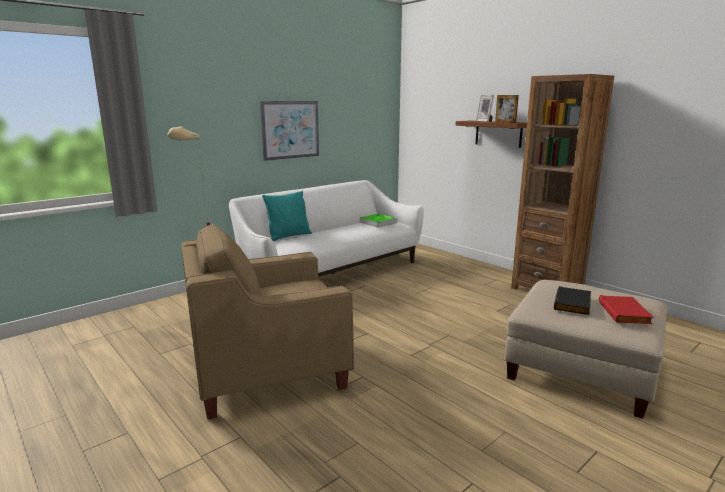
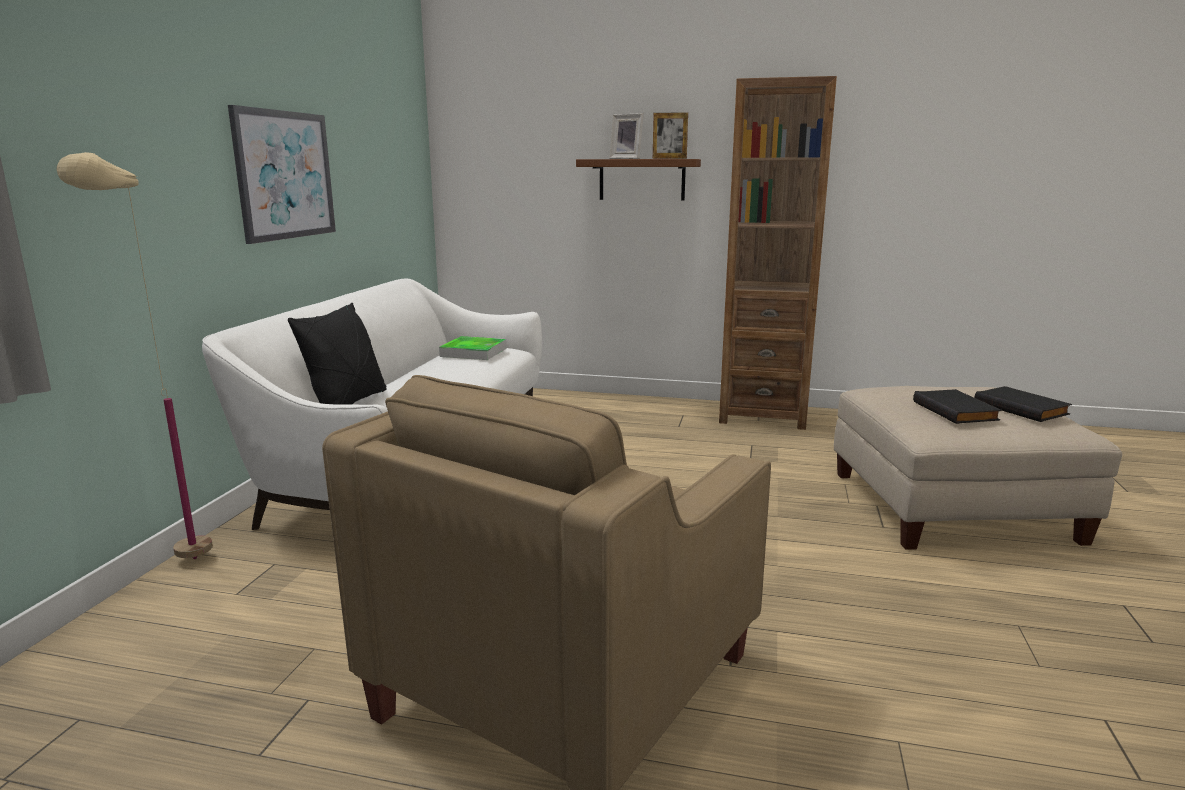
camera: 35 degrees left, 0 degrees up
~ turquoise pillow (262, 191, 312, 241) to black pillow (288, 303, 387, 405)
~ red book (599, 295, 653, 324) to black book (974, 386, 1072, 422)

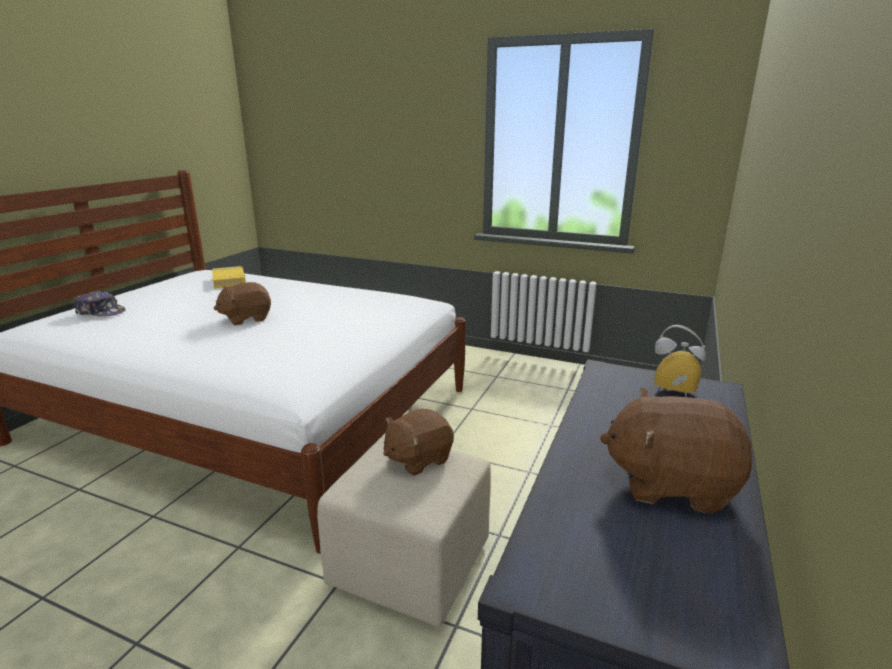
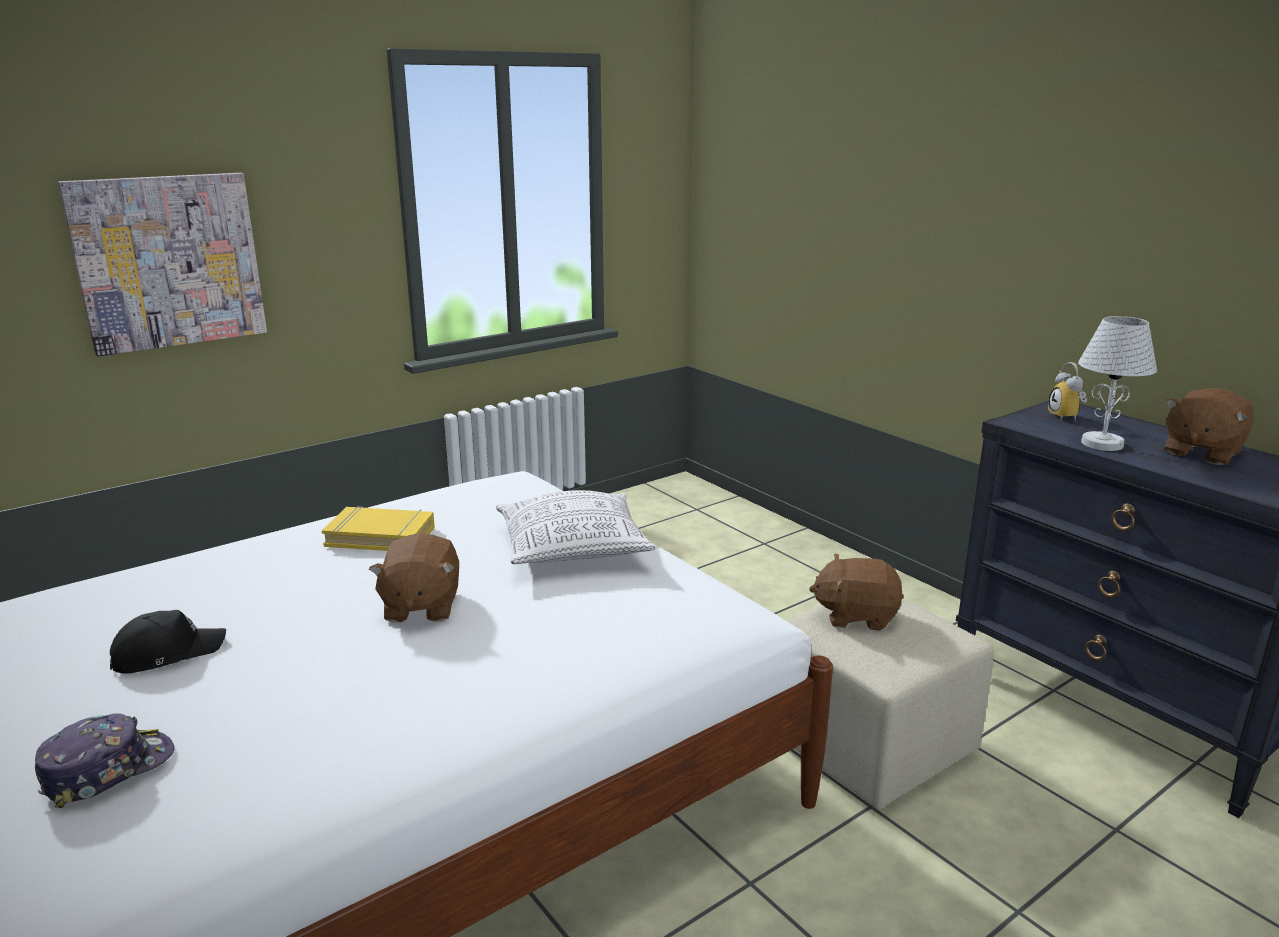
camera: 60 degrees left, 0 degrees up
+ picture (58, 173, 267, 356)
+ black cap (110, 610, 226, 674)
+ pillow (496, 490, 655, 564)
+ white table lamp (1078, 316, 1157, 451)
~ yellow book (212, 266, 246, 289) to (322, 506, 435, 551)
~ brown plush toy (383, 408, 454, 476) = (809, 553, 904, 631) 105 degrees clockwise
~ alarm clock (654, 325, 706, 397) = (1048, 362, 1087, 422) 60 degrees counterclockwise

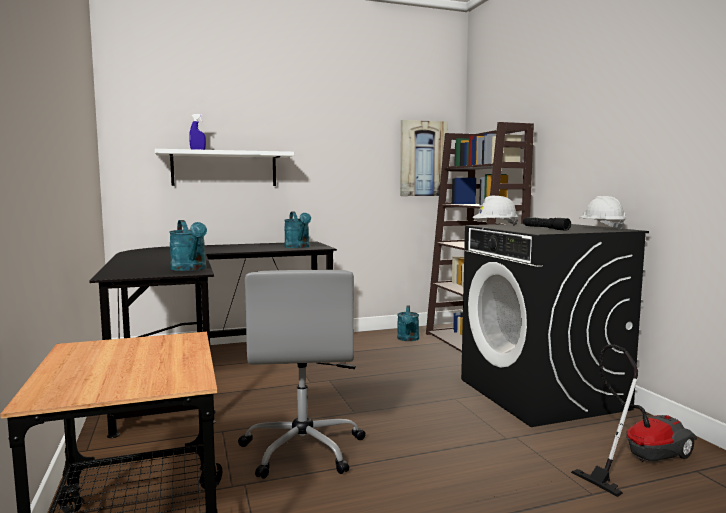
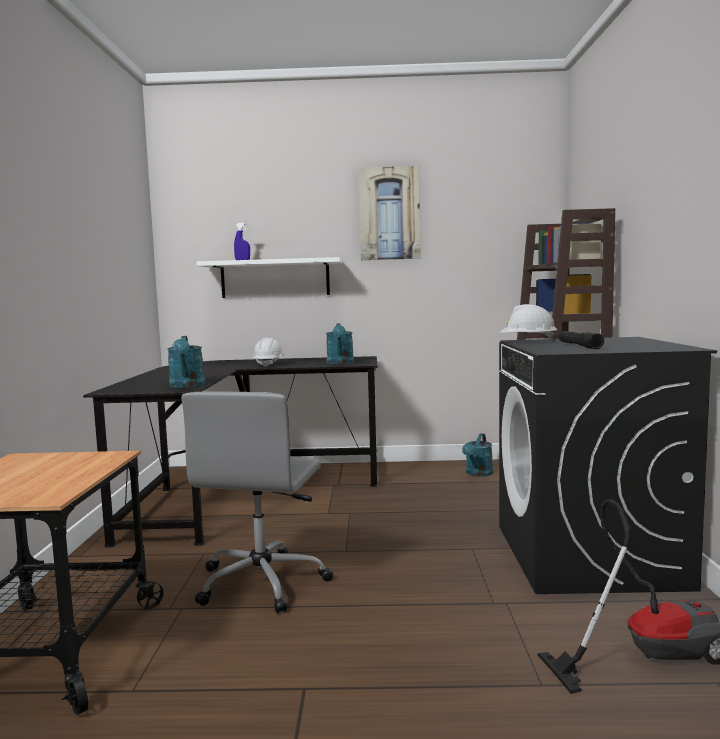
camera: 20 degrees right, 0 degrees up
~ picture (400, 120, 448, 196) to (358, 166, 421, 260)
~ white hard hat (579, 196, 626, 230) to (252, 337, 284, 367)

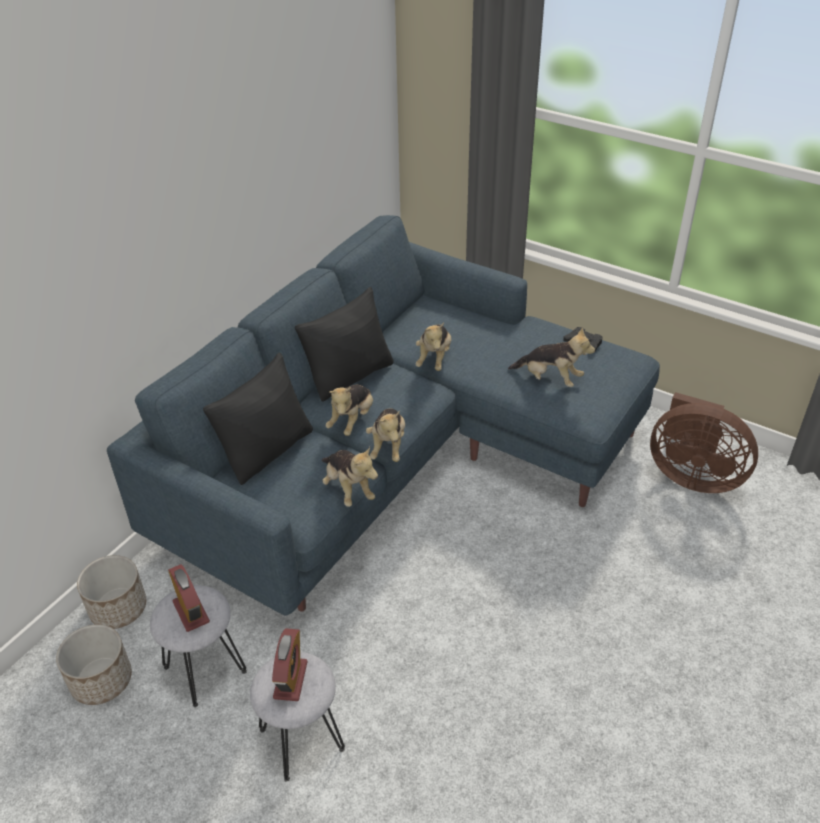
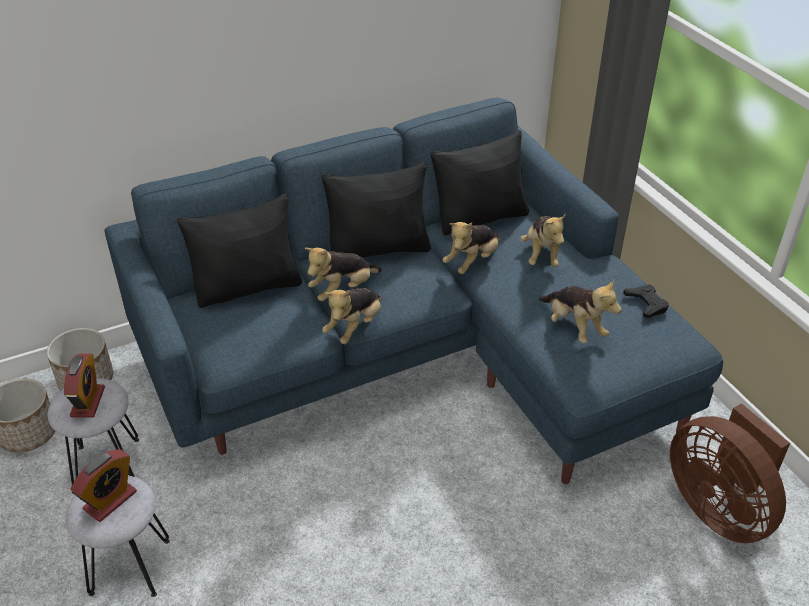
camera: 30 degrees right, 0 degrees up
+ black pillow (430, 130, 529, 236)
~ plush toy (321, 447, 378, 507) to (520, 213, 566, 267)

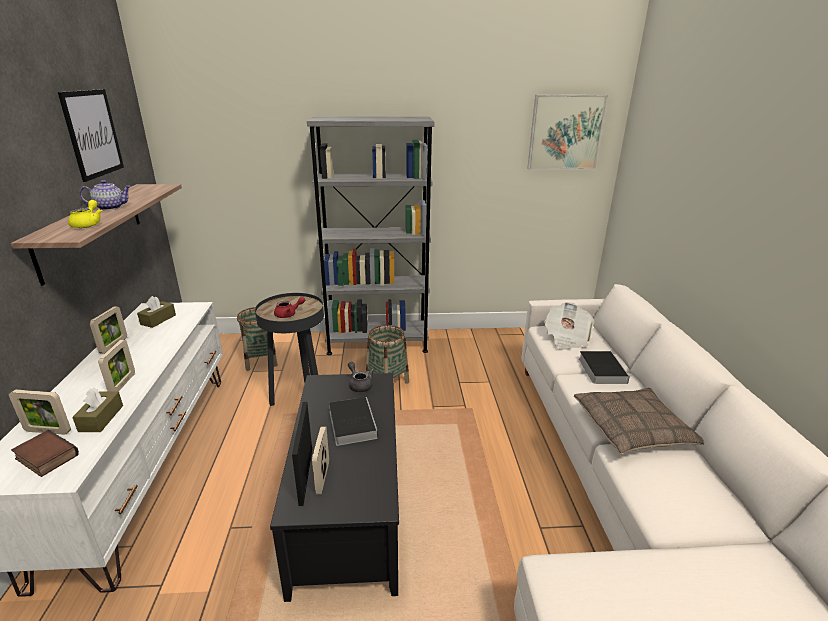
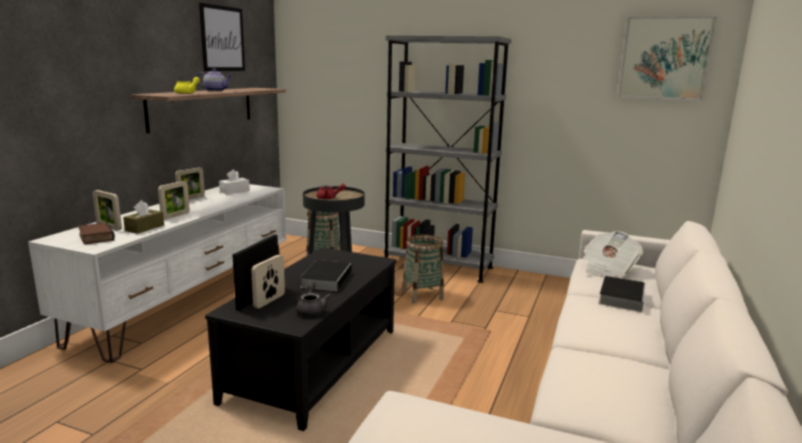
camera: 25 degrees right, 10 degrees down
- pillow (574, 388, 704, 454)
~ grey teapot (348, 362, 374, 392) to (296, 282, 331, 316)
~ brown tissue box (137, 296, 176, 328) to white tissue box (219, 169, 250, 194)

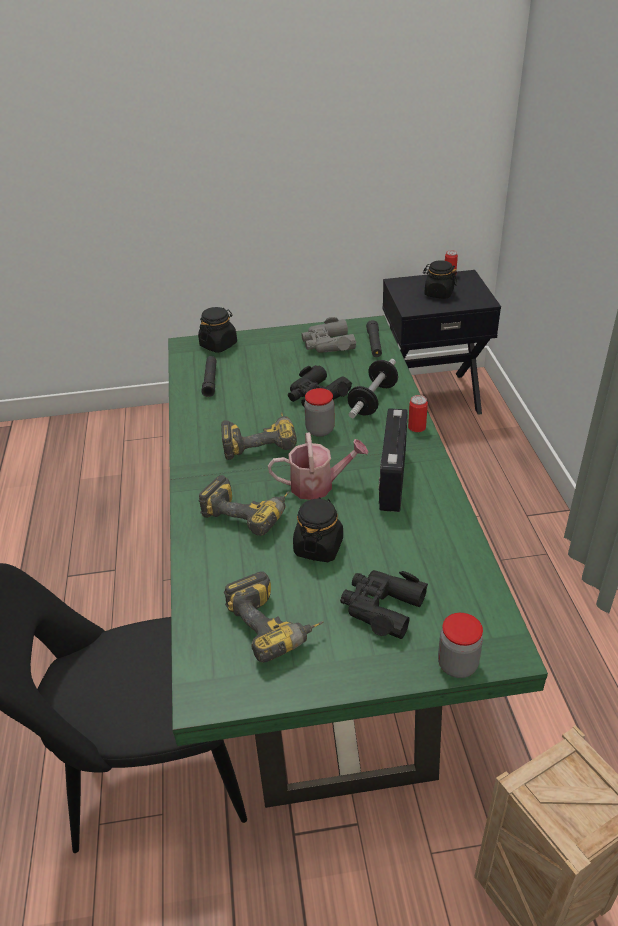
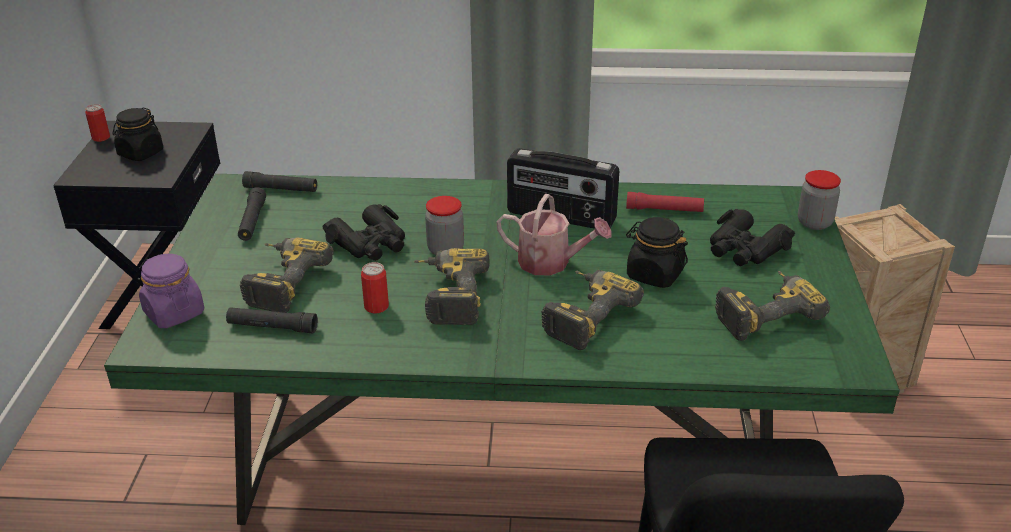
camera: 80 degrees left, 5 degrees down
- dumbbell (348, 359, 398, 418)
+ power drill (240, 237, 334, 313)
+ red flashlight (626, 192, 704, 212)
~ can (408, 395, 428, 432) to (361, 262, 389, 313)
~ grey binoculars (301, 317, 356, 353) to black flashlight (238, 187, 266, 241)
~ black jar (198, 307, 237, 353) to purple jar (139, 254, 204, 328)
~ watering can (268, 432, 369, 500) = (496, 194, 612, 276) 105 degrees clockwise

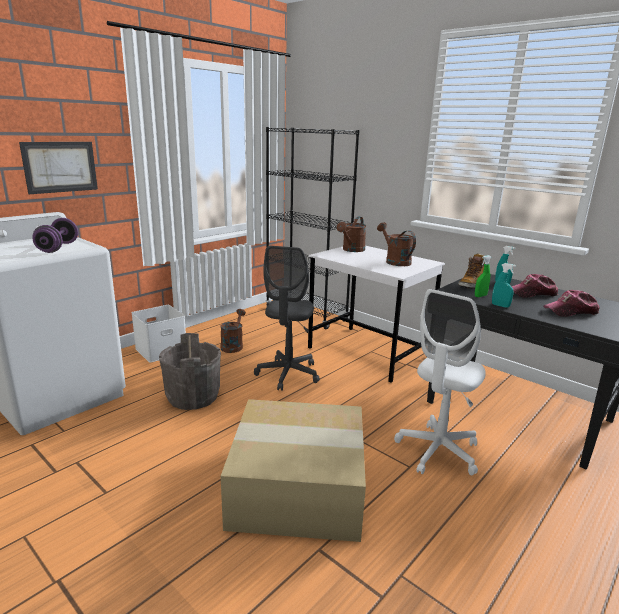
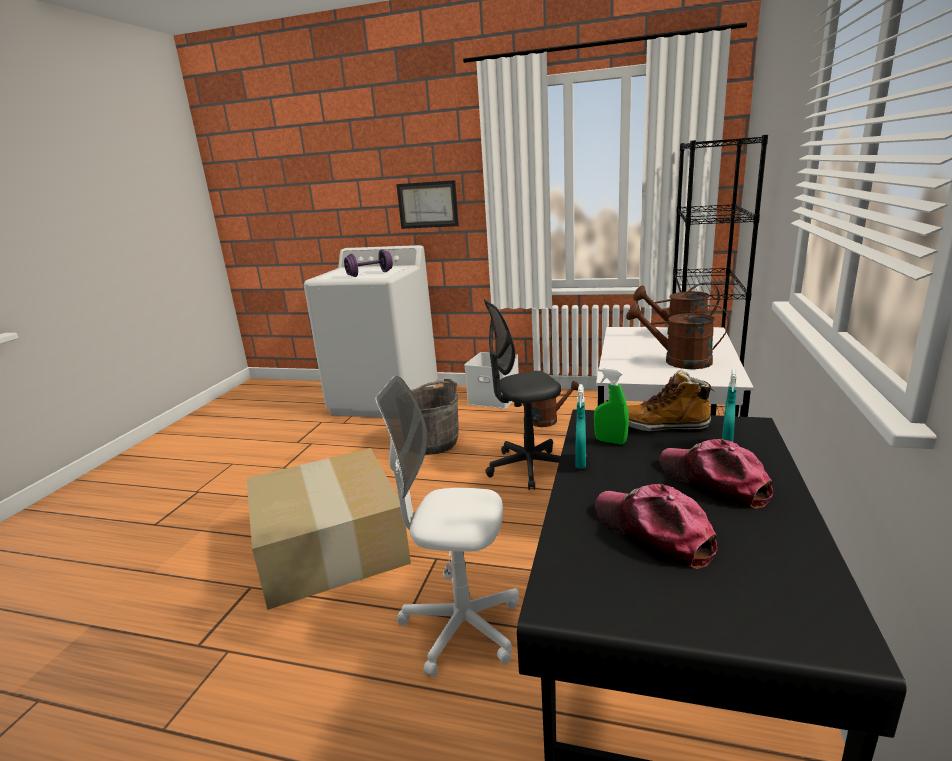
camera: 65 degrees right, 0 degrees up
~ brown watering can (377, 222, 416, 266) = (626, 303, 729, 369) 105 degrees counterclockwise

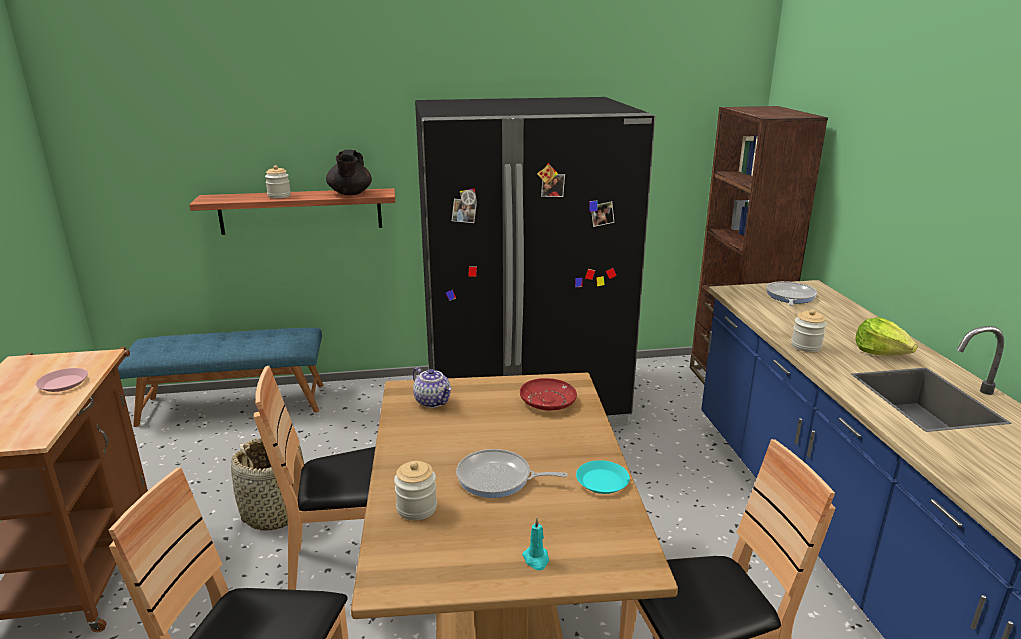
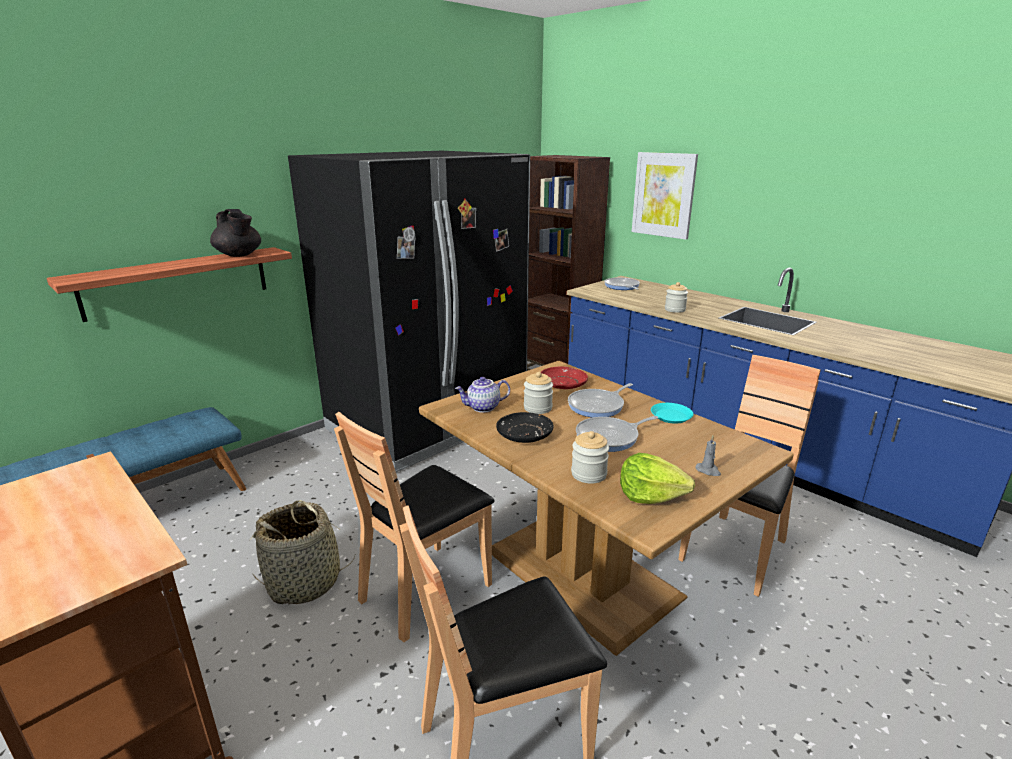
camera: 35 degrees left, 0 degrees up
- pink plate (36, 368, 88, 392)
+ black plate (496, 412, 554, 443)
+ frying pan (568, 383, 633, 418)
+ picture (632, 152, 698, 240)
~ jar (265, 165, 291, 198) to (524, 372, 553, 414)
~ lettuce (856, 317, 918, 356) to (620, 453, 695, 504)
~ turquoise candle (522, 518, 549, 571) to grey candle (695, 435, 721, 476)
~ teapot (413, 367, 451, 408) = (455, 377, 510, 413) 150 degrees clockwise

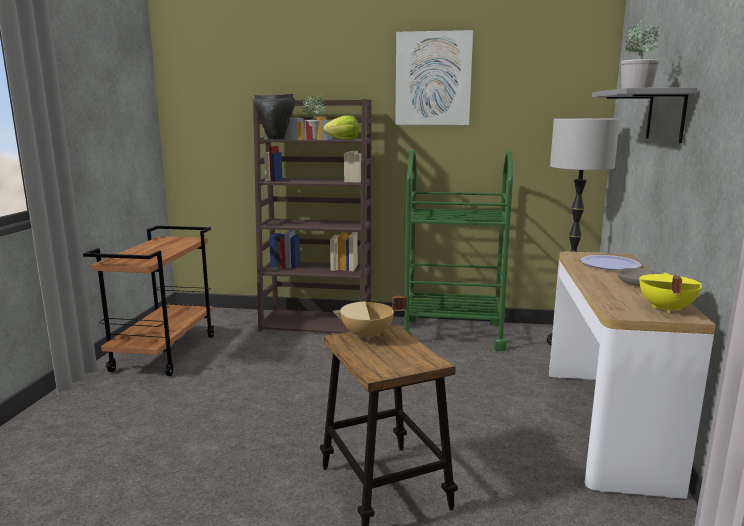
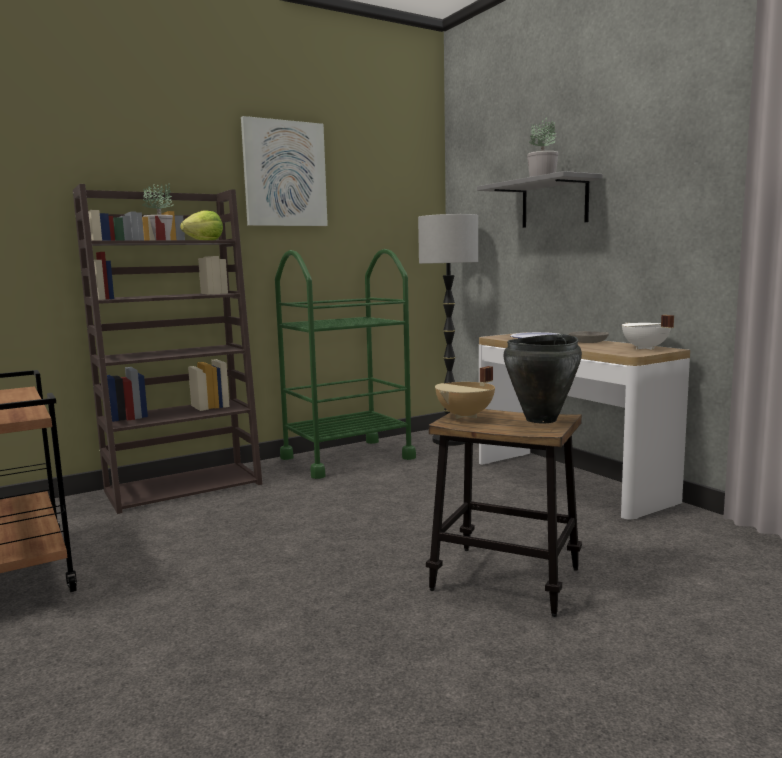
camera: 40 degrees left, 5 degrees down
~ black cooking pot (253, 94, 295, 140) to (503, 334, 582, 423)
~ yellow cooking pot (639, 273, 702, 313) to white cooking pot (622, 315, 674, 350)

